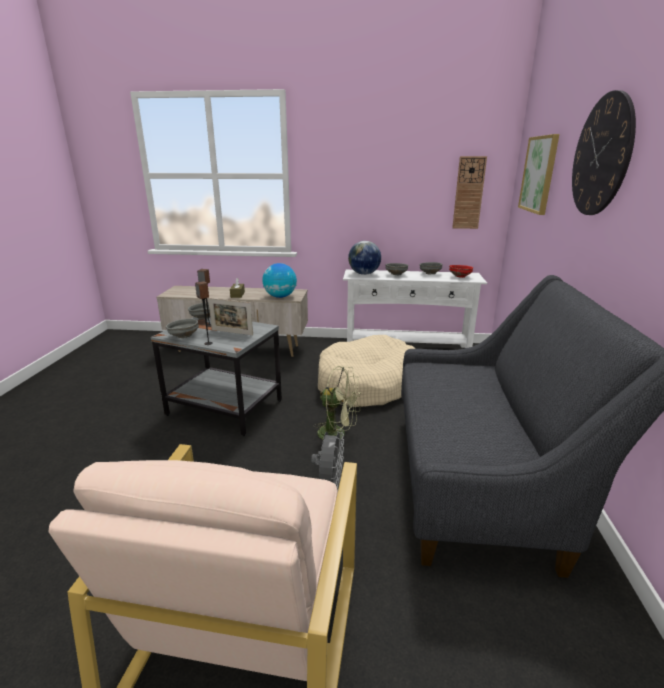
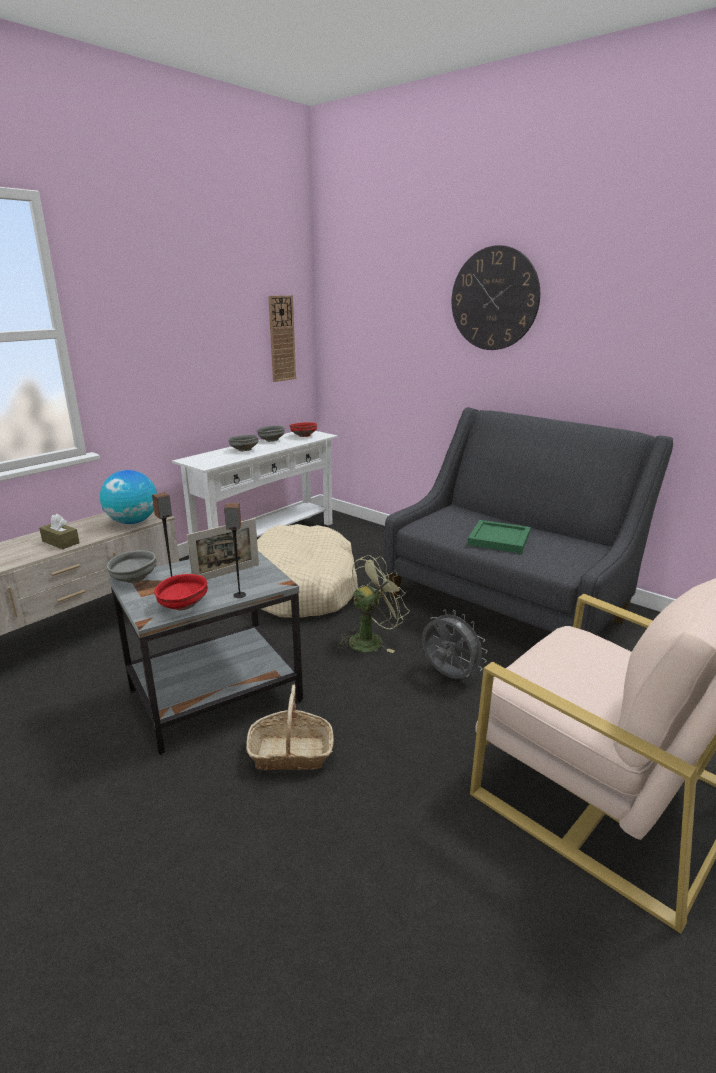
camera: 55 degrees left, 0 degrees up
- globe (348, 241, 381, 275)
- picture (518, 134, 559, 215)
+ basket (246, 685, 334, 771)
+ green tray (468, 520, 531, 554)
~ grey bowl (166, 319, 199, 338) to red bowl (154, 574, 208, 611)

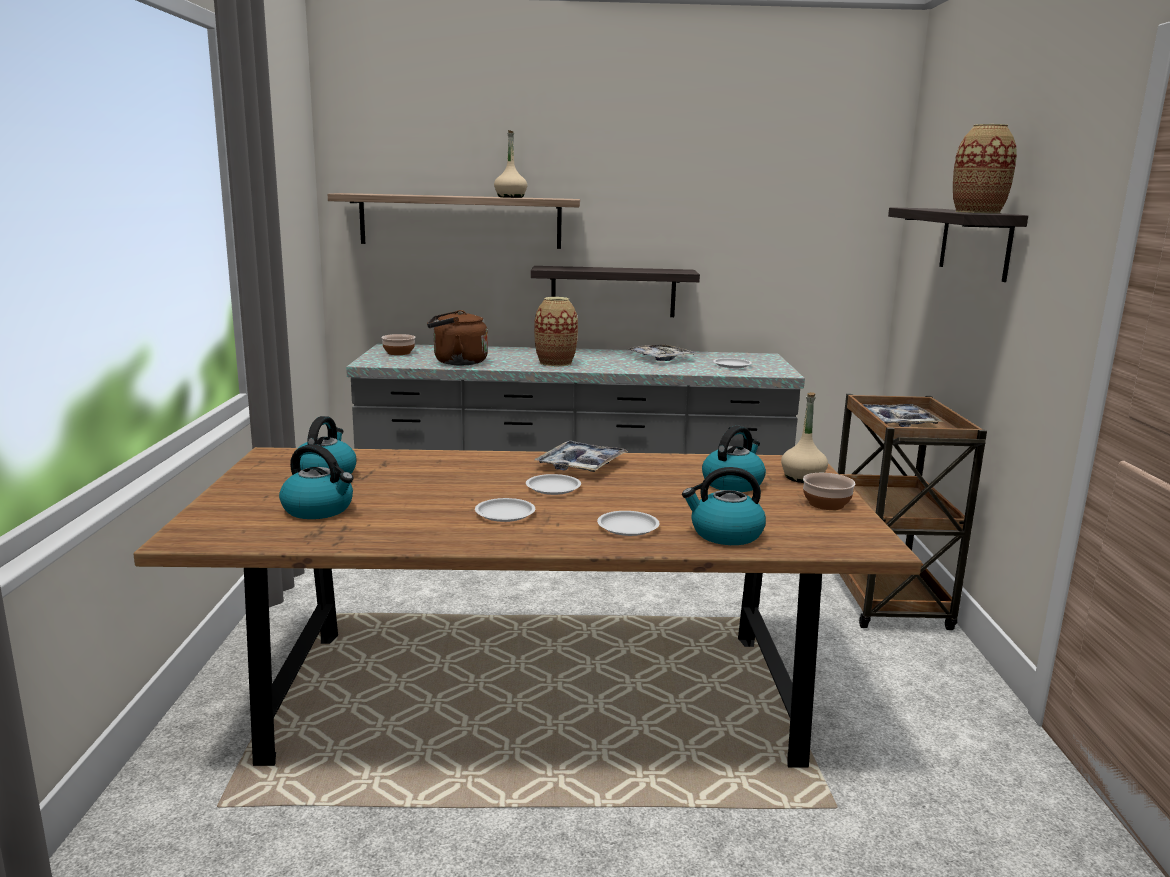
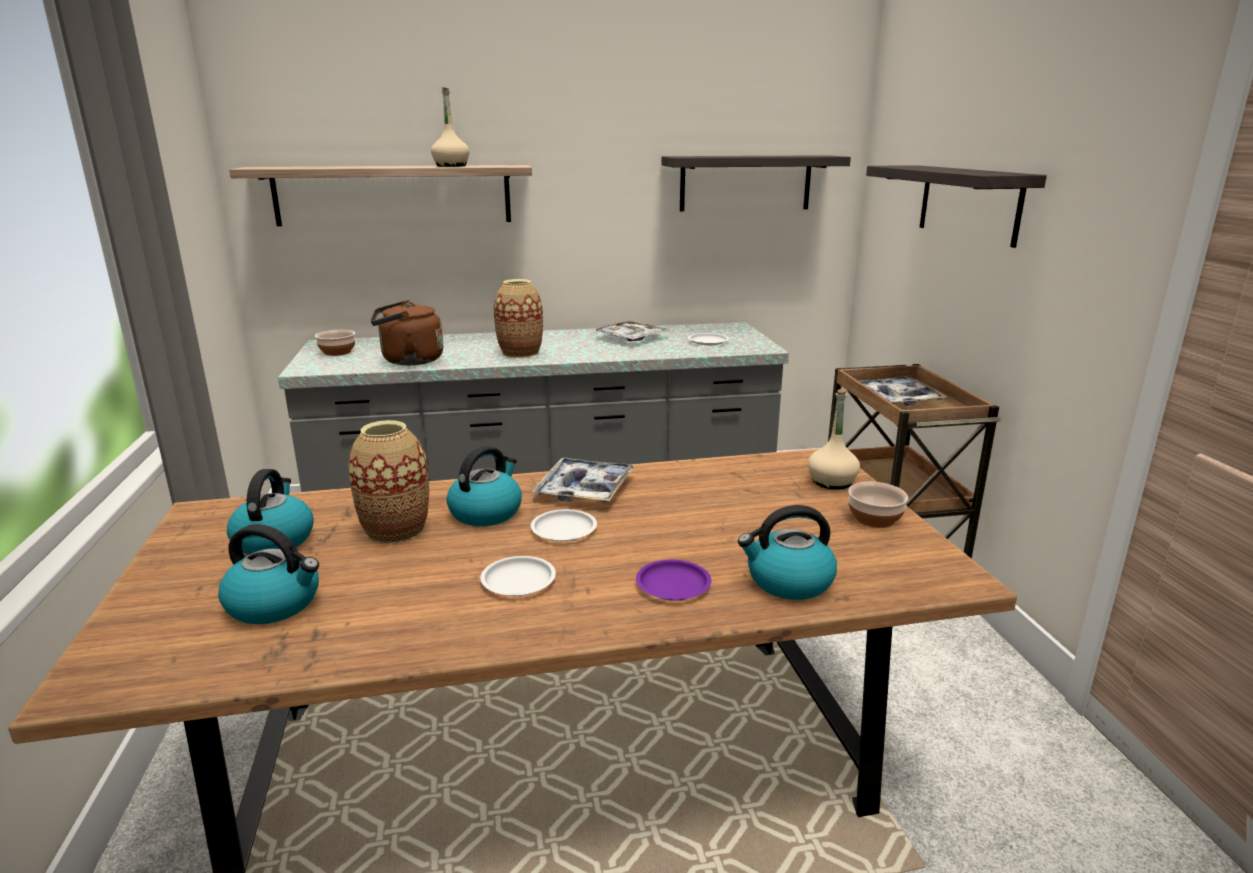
camera: 10 degrees left, 5 degrees up
~ shelf (531, 266, 700, 317) to (661, 155, 851, 211)
~ kettle (702, 426, 766, 492) to (447, 446, 522, 526)
~ vase (953, 124, 1017, 213) to (348, 420, 429, 544)
~ white plate (597, 511, 660, 536) to purple plate (636, 560, 711, 600)

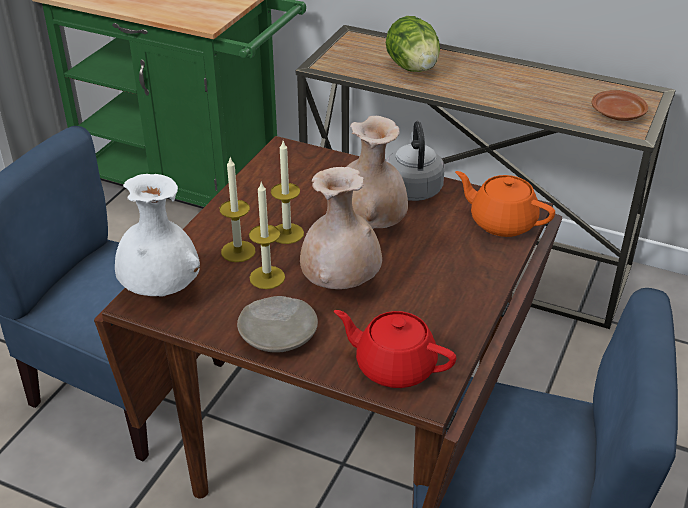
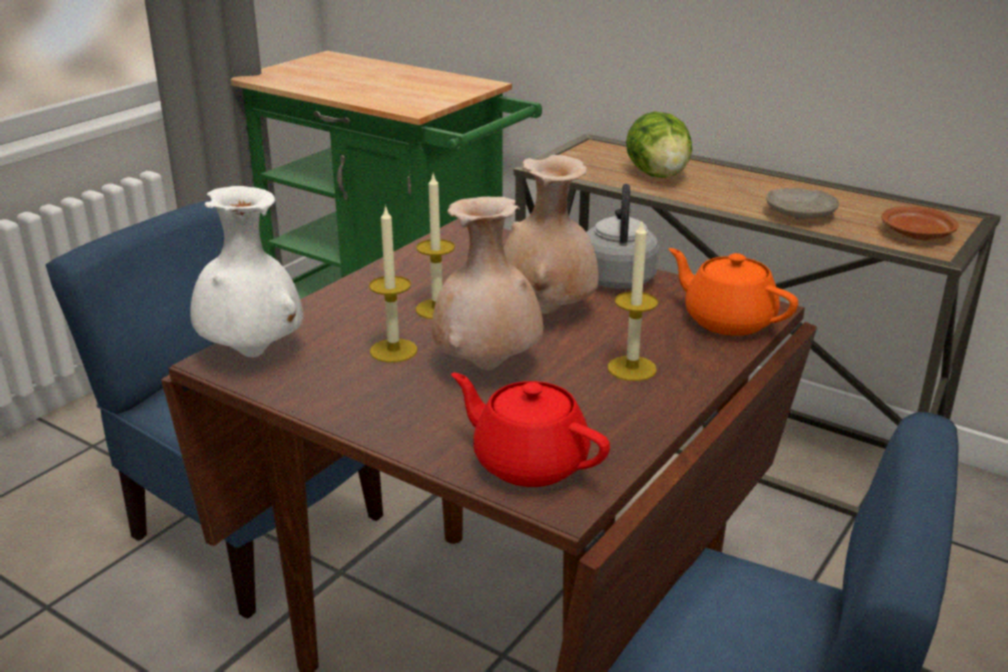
camera: 10 degrees right, 10 degrees down
~ candle (220, 158, 256, 262) to (608, 221, 658, 381)
~ beige plate (237, 296, 318, 353) to (766, 188, 839, 220)

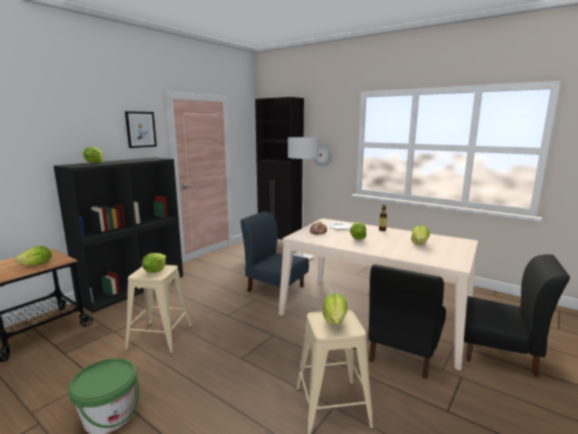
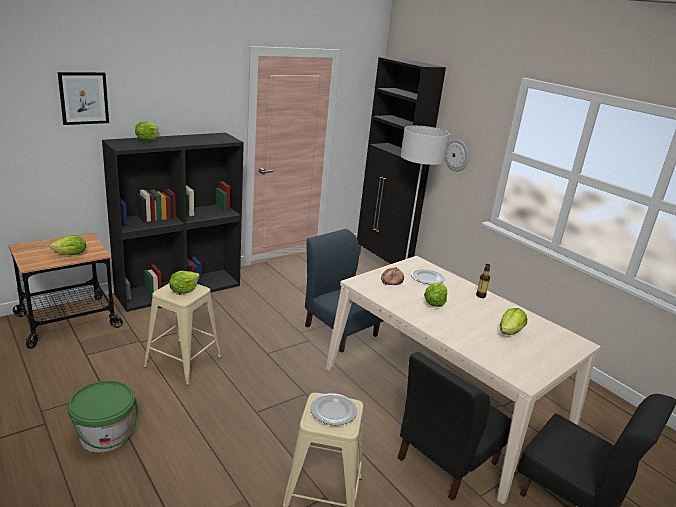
camera: 15 degrees right, 10 degrees up
~ picture (125, 111, 157, 148) to (58, 72, 109, 125)
~ lettuce (323, 293, 347, 325) to plate (310, 393, 357, 425)

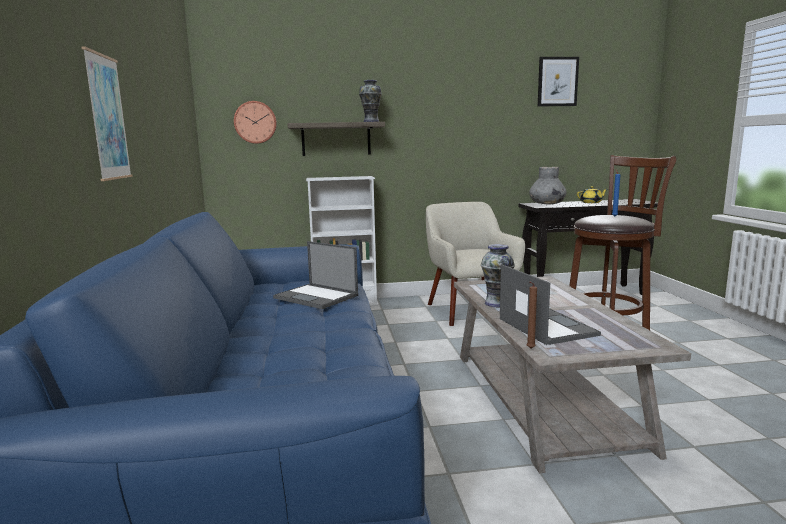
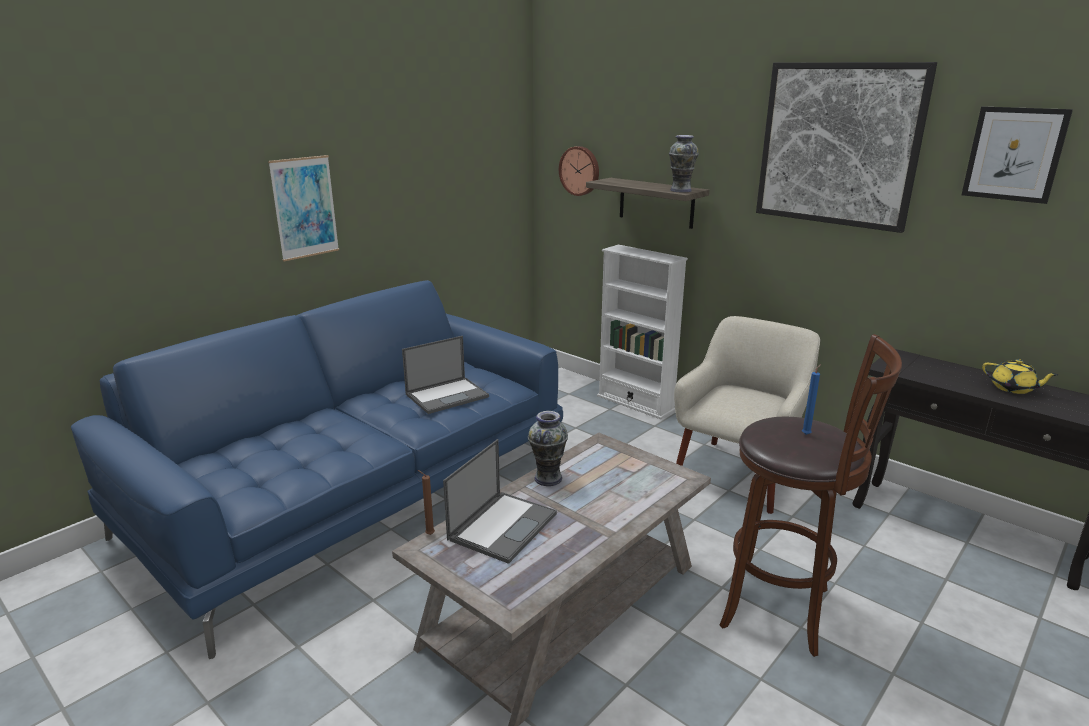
camera: 50 degrees right, 10 degrees up
- grey vase (529, 167, 567, 204)
+ picture (756, 62, 937, 233)
~ laptop (273, 241, 358, 309) = (402, 336, 489, 414) 120 degrees counterclockwise

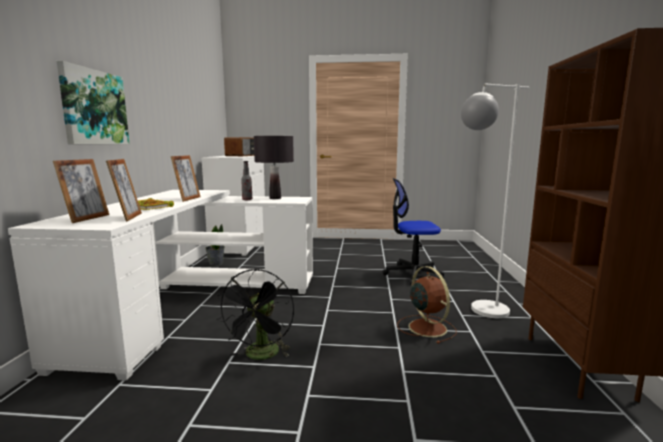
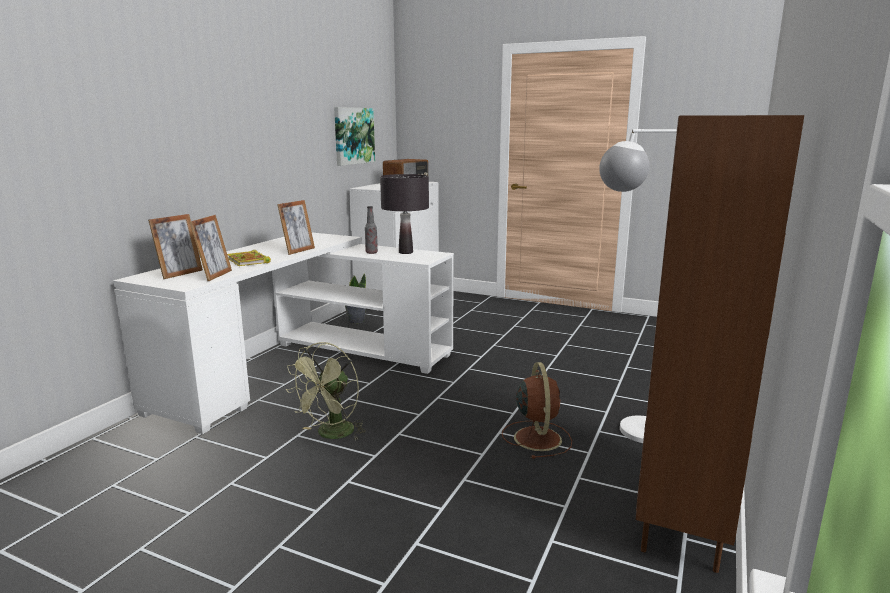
camera: 20 degrees right, 5 degrees up
- office chair (382, 178, 444, 285)
~ picture (57, 61, 129, 144) to (334, 107, 375, 166)
~ black fan (216, 269, 294, 360) to green fan (286, 342, 366, 441)

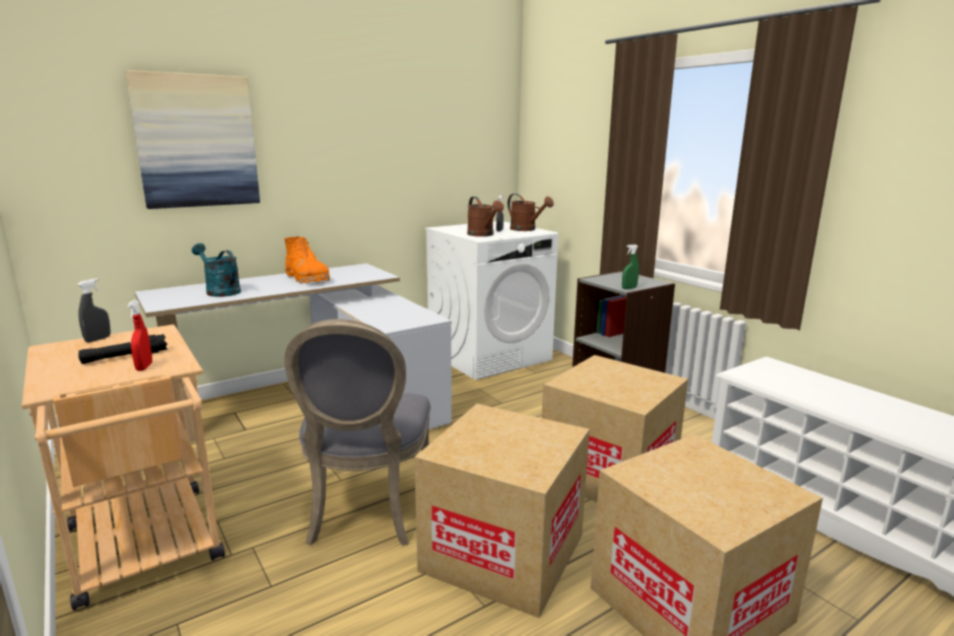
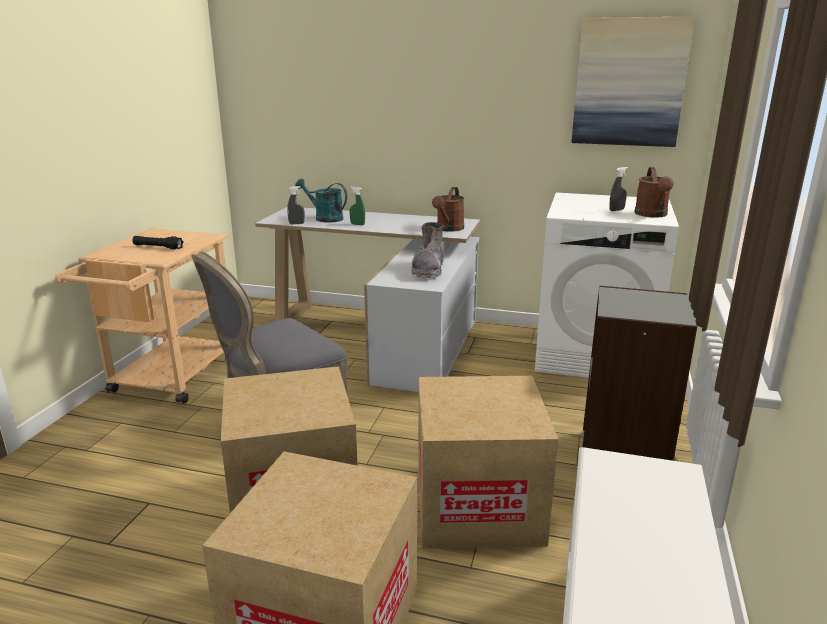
camera: 50 degrees right, 5 degrees up
- red spray bottle (127, 300, 152, 371)
- orange boot (284, 237, 330, 284)
+ grey boot (411, 222, 444, 278)
~ grey spray bottle (78, 278, 111, 342) to (287, 186, 305, 224)
~ picture (125, 70, 260, 209) to (572, 17, 695, 147)
~ brown watering can (467, 197, 504, 237) to (432, 187, 464, 231)
~ green spray bottle (622, 244, 639, 289) to (350, 186, 365, 225)
~ turquoise watering can (192, 243, 241, 297) = (295, 178, 347, 223) 60 degrees counterclockwise

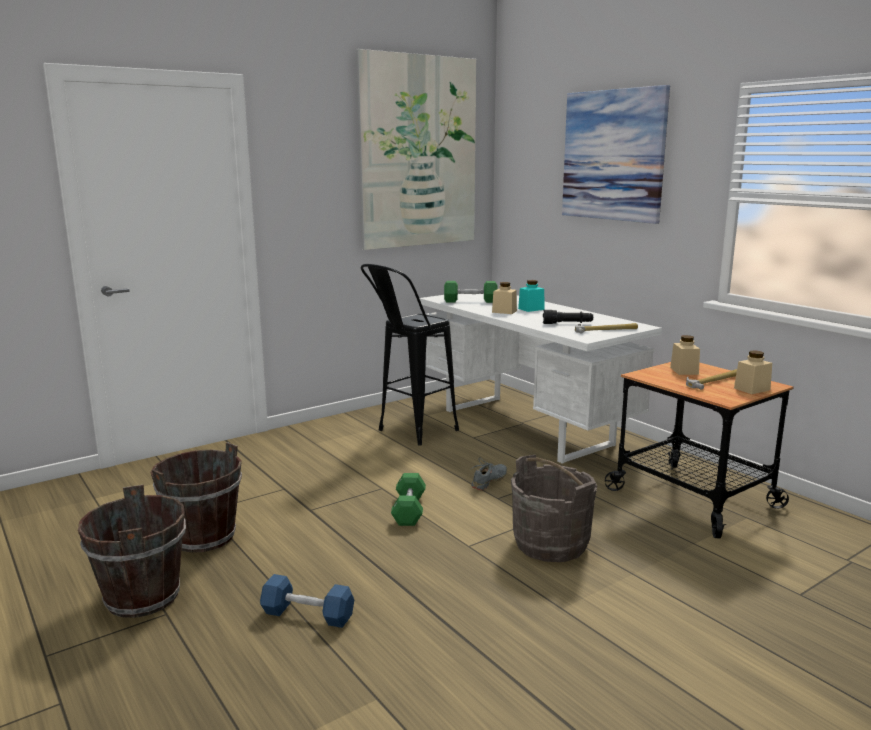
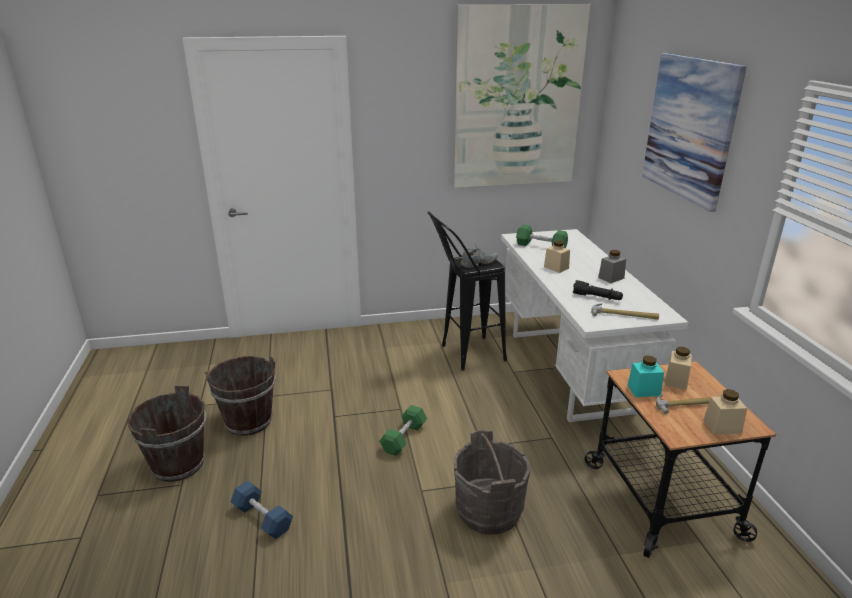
camera: 25 degrees right, 10 degrees up
+ grey jar (598, 250, 626, 283)
~ grey shoe (471, 458, 507, 490) to (461, 244, 498, 268)
~ turquoise jar (518, 280, 545, 312) to (627, 355, 664, 397)

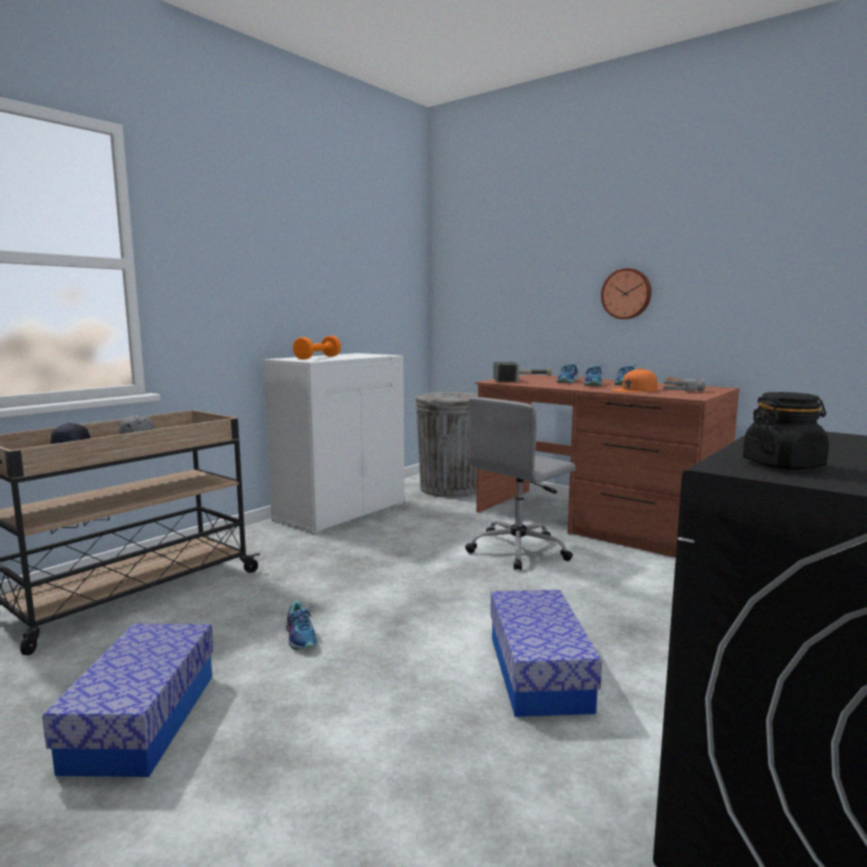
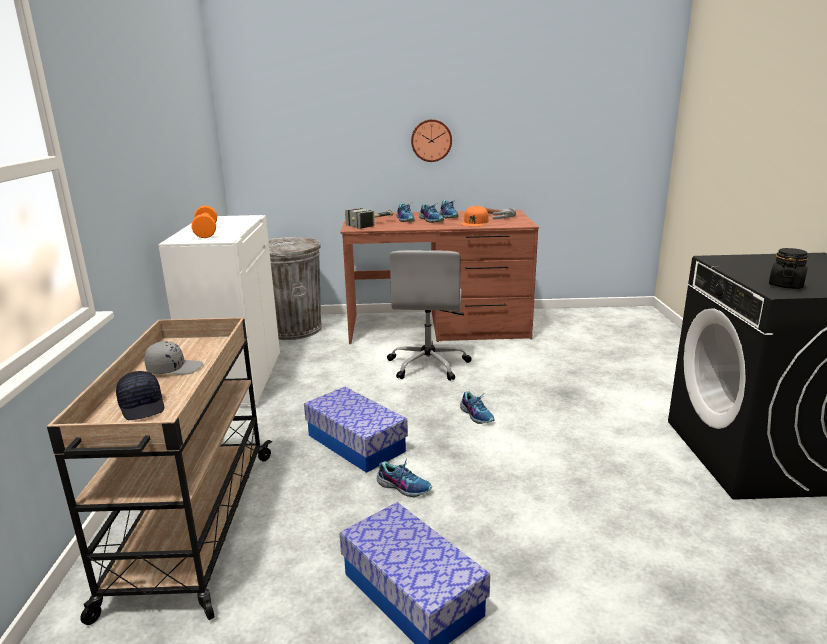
camera: 40 degrees left, 10 degrees up
+ shoe (460, 391, 495, 424)
~ storage box (490, 590, 602, 717) to (304, 387, 408, 473)

